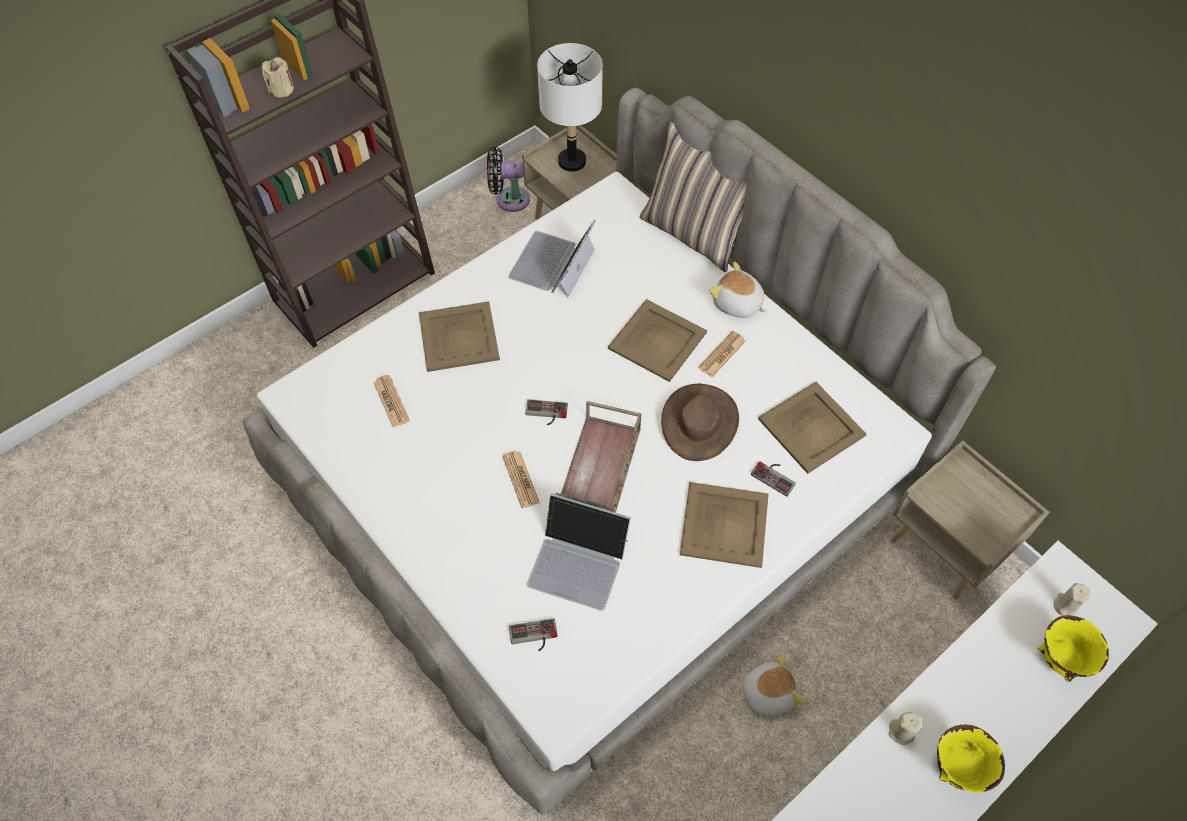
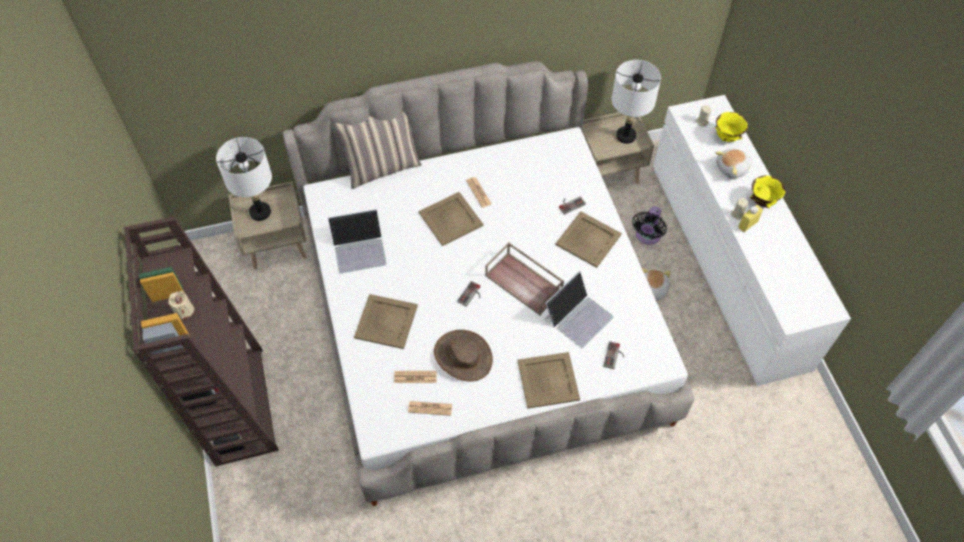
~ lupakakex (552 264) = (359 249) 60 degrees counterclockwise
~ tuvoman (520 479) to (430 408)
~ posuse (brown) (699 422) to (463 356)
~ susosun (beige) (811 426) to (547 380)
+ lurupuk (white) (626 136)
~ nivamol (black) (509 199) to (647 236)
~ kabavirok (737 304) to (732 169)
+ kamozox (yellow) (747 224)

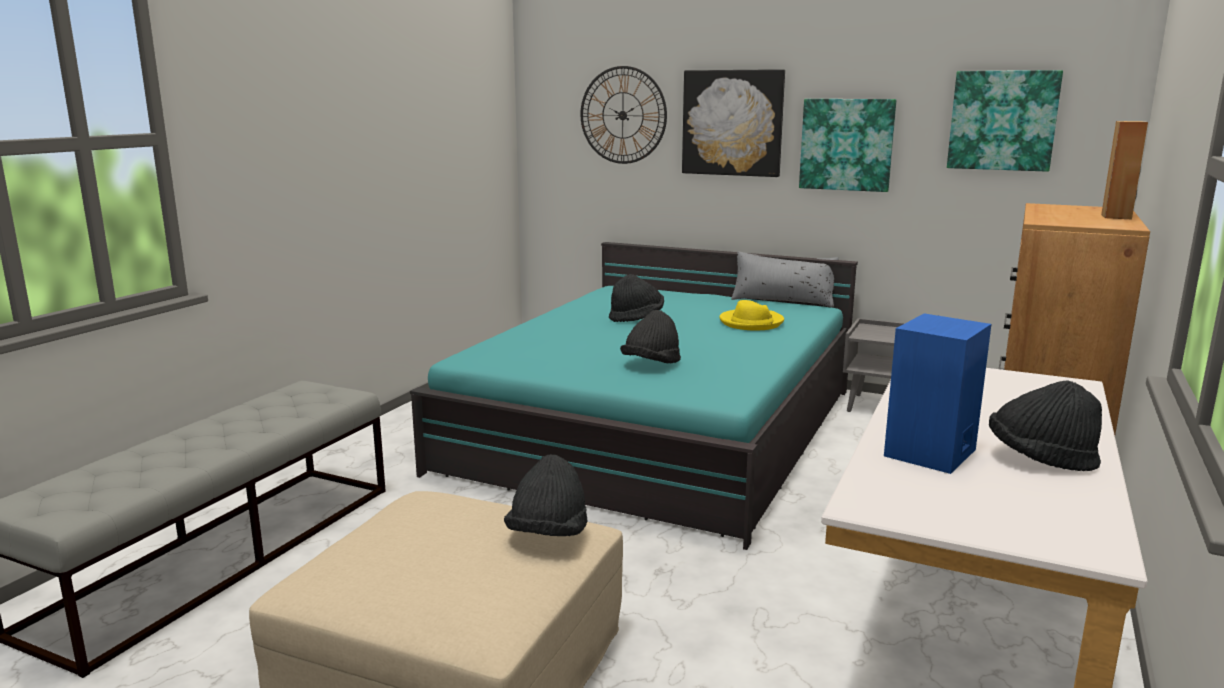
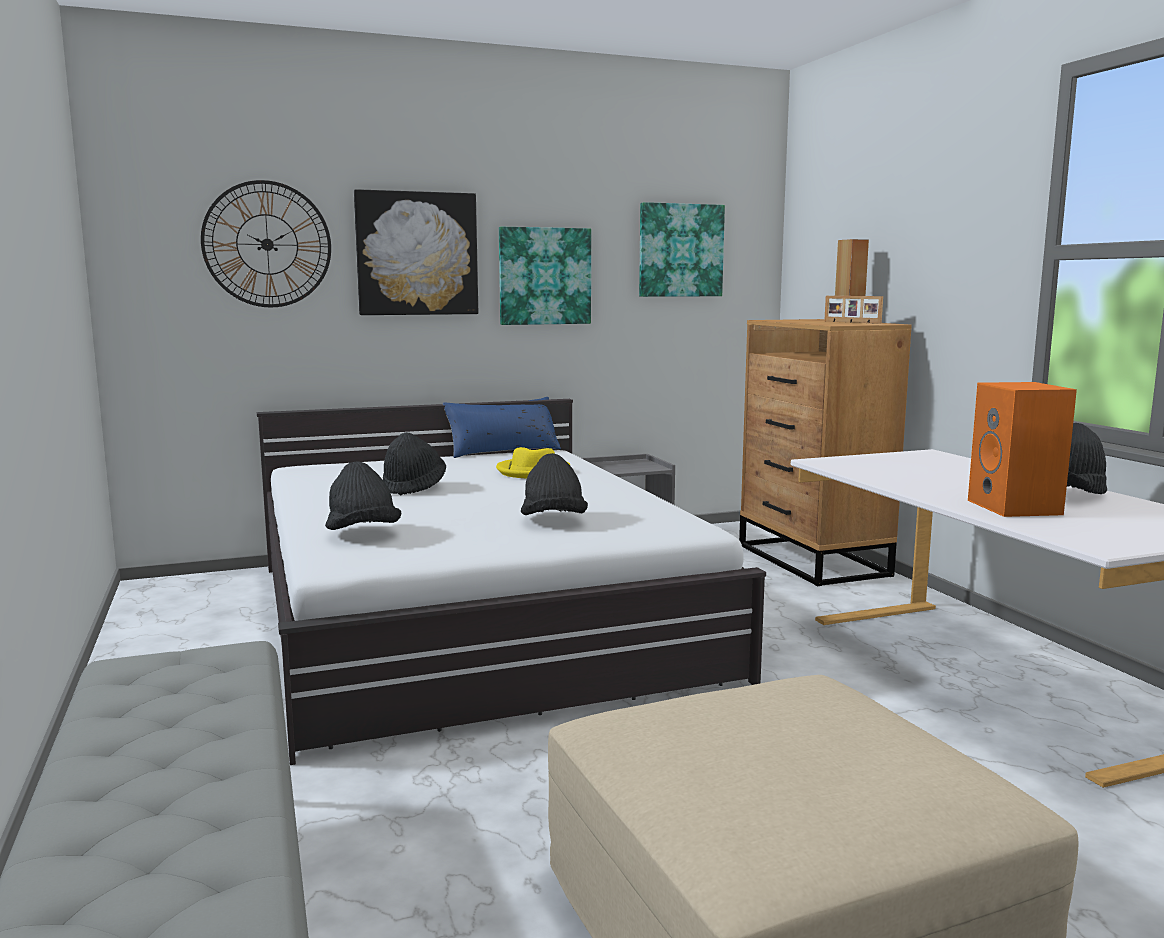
~ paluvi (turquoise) (659 428) to paluvi (white) (472 617)
~ posuse (black) (548 534) to (362 533)
~ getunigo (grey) (783 300) to getunigo (blue) (503 451)
+ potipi (851 322)
~ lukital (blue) (931 454) to lukital (orange) (1017 508)

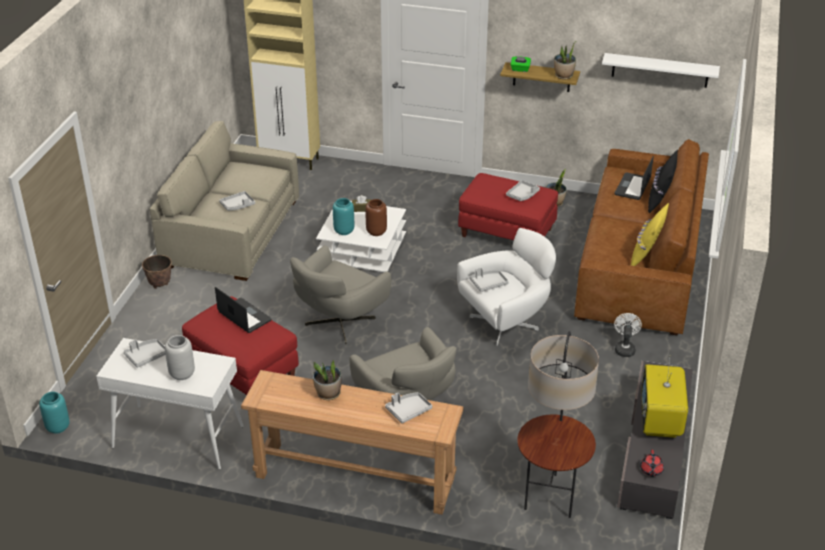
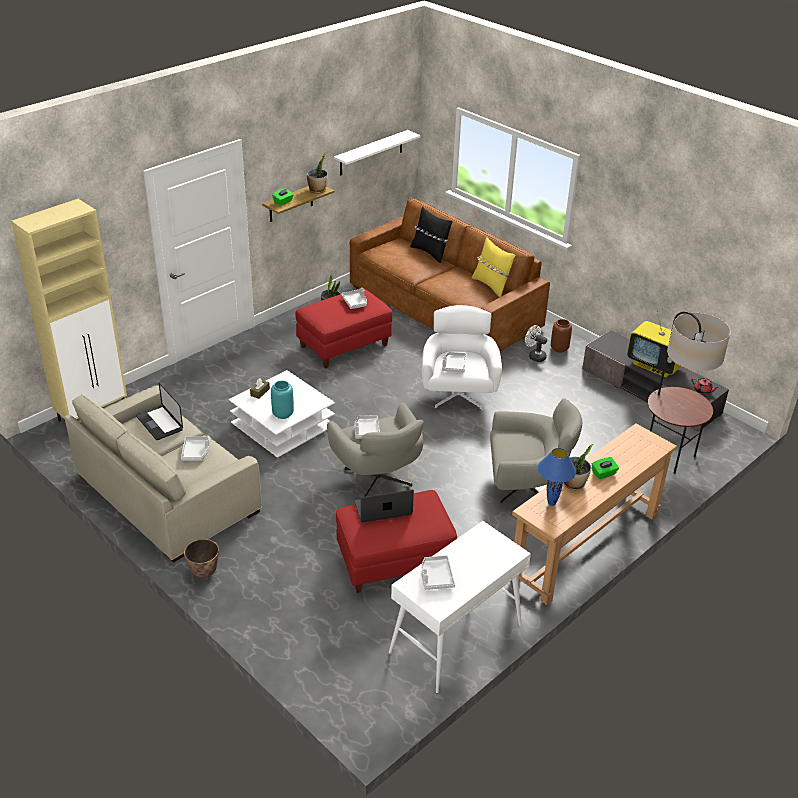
~ lupakakex (632 187) to (159 423)
~ susosun (grey) (408 411) to (366 431)
+ lurupuk (blue) (552 503)
~ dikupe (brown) (376 232) to (559 348)
+ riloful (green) (603 474)
- dikupe (turquoise) (58 427)
- dikupe (grey) (182 373)

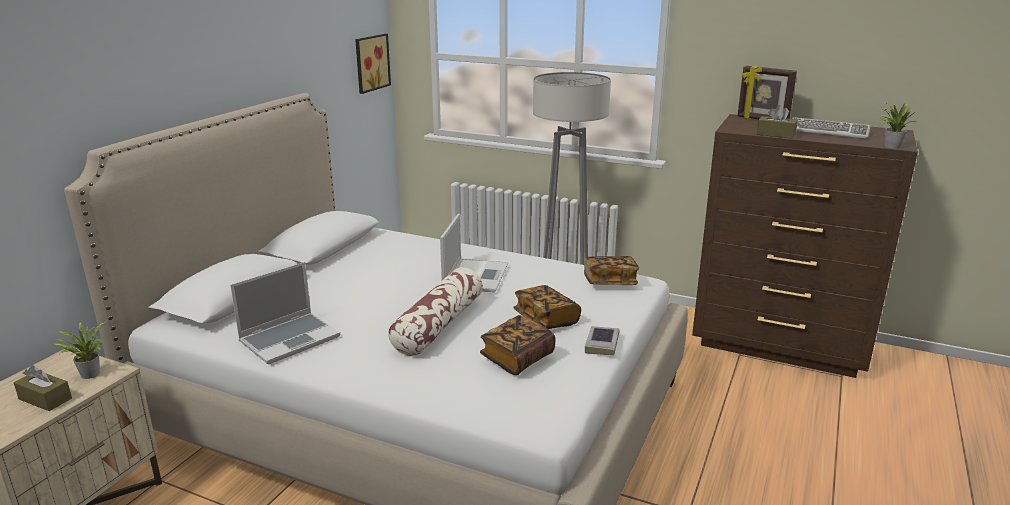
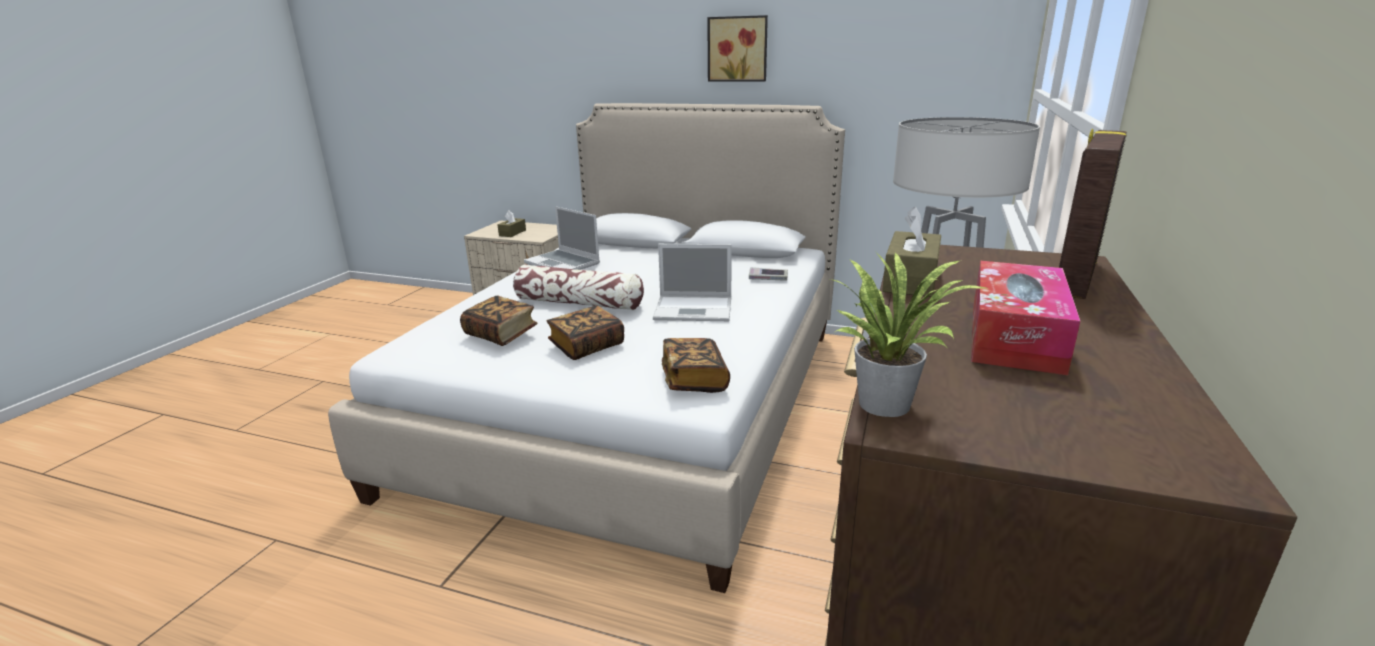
~ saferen (370 63) to (738 49)
~ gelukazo (602 344) to (768 278)
~ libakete (828 131) to riloful (1015 336)
- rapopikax (88 373)

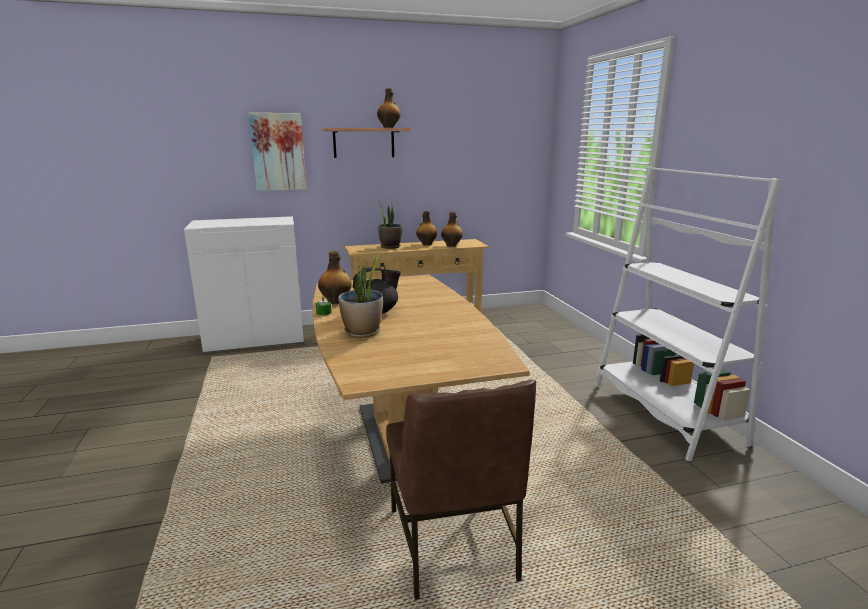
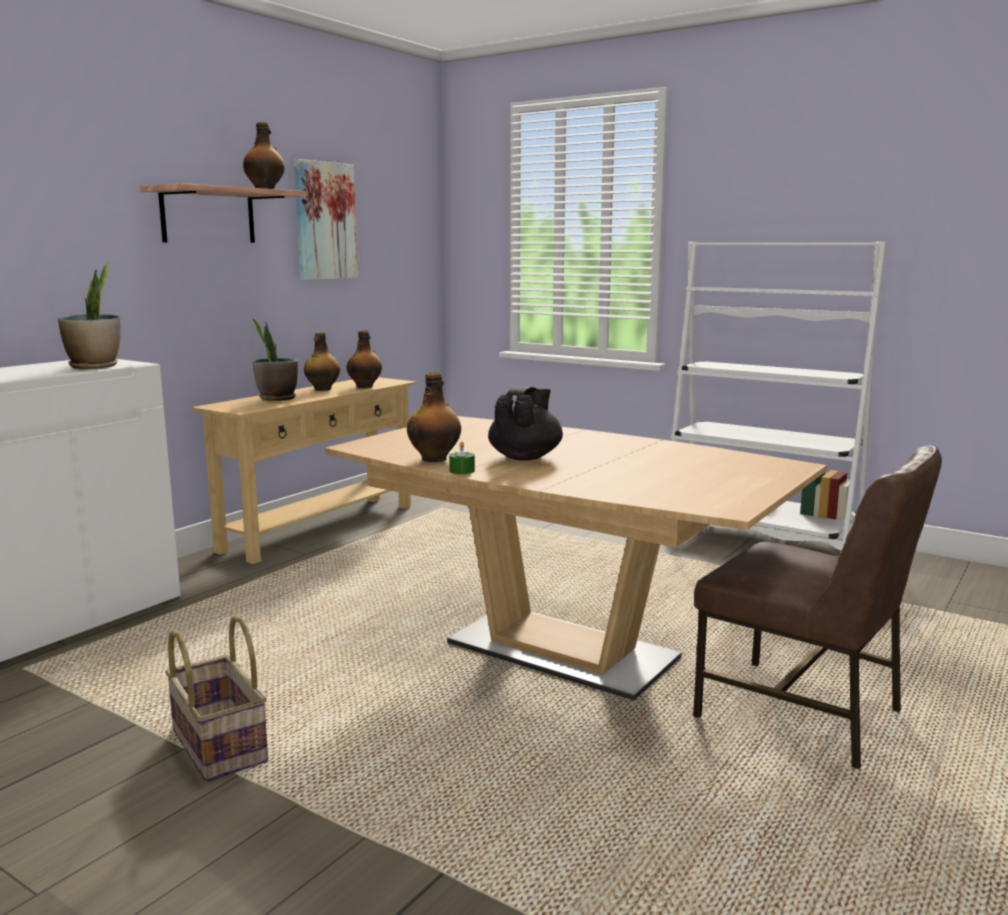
~ rapopikax (362 332) to (95 366)
+ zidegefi (217 746)
~ saferen (278 152) to (324 221)

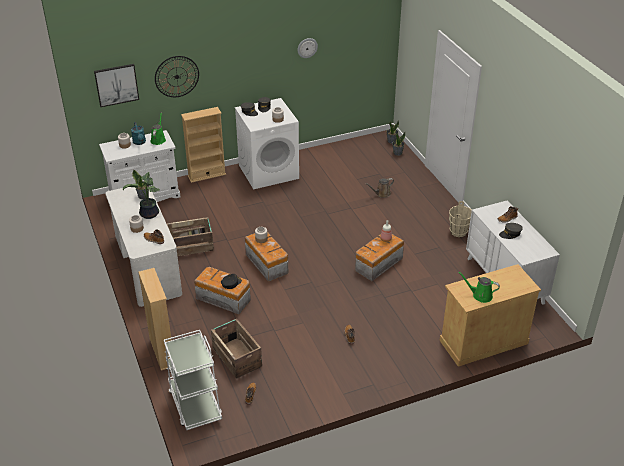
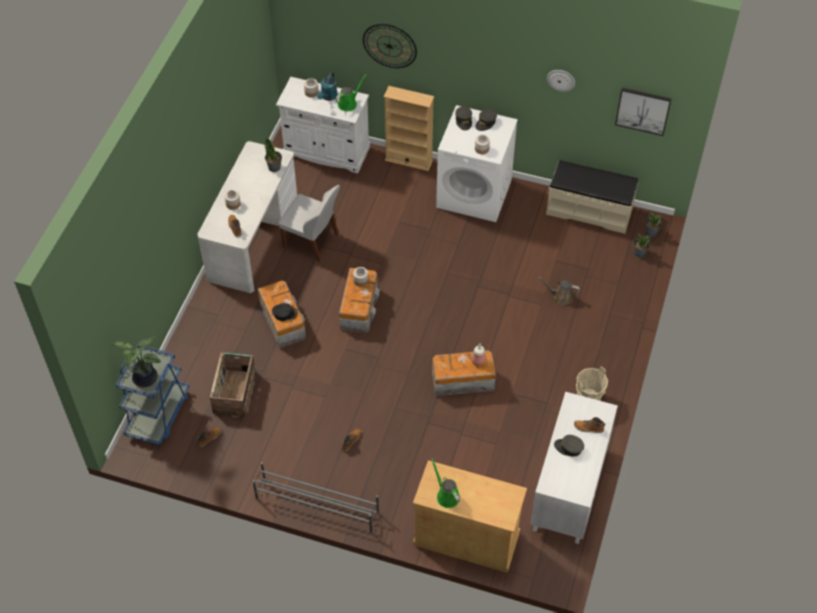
~ rapopikax (148 214) to (143 379)
~ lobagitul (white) (195 404) to lobagitul (blue) (158 414)
+ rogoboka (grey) (316 505)
~ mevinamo (191 246) to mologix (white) (312 241)
+ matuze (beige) (589 210)
~ saferen (116 85) to (643 110)
- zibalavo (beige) (162 352)

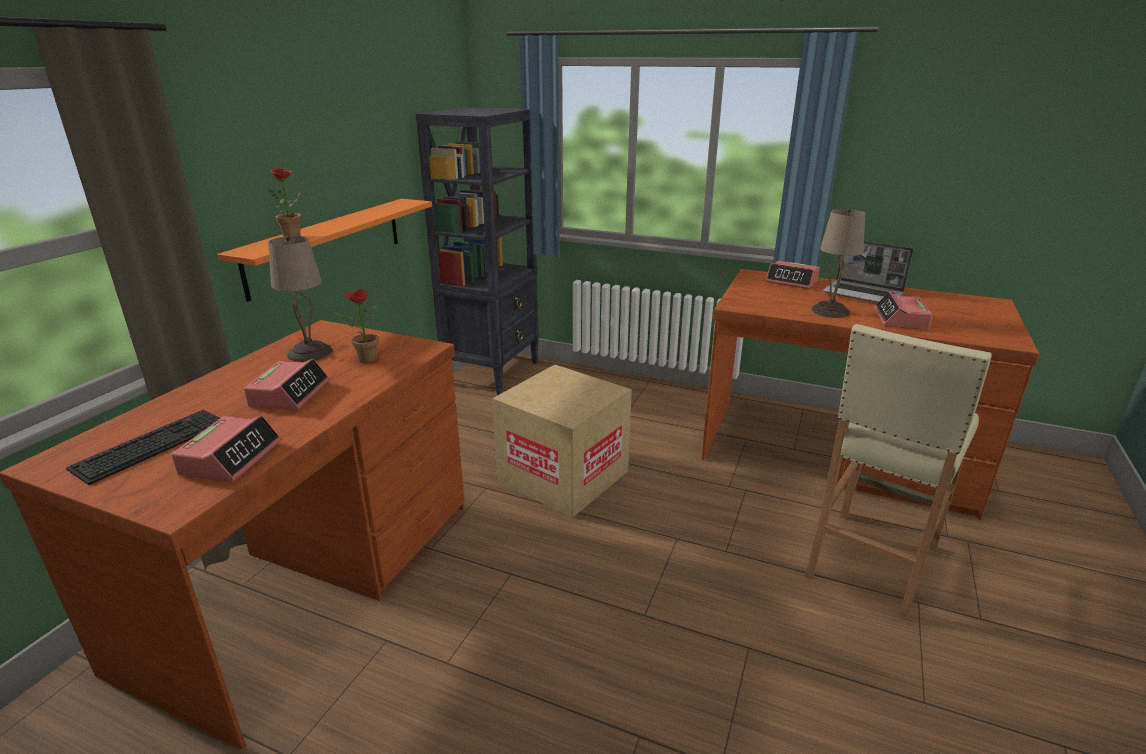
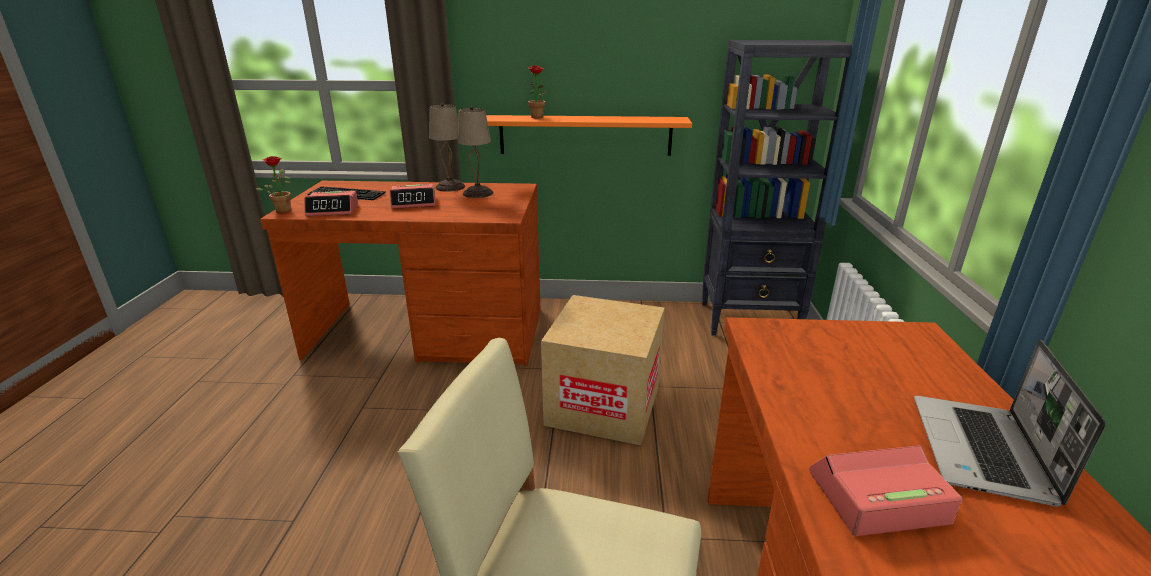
~ rapopikax (363 360) to (283 210)
~ lurupuk (beige) (830 311) to (449 187)
- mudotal (792 281)

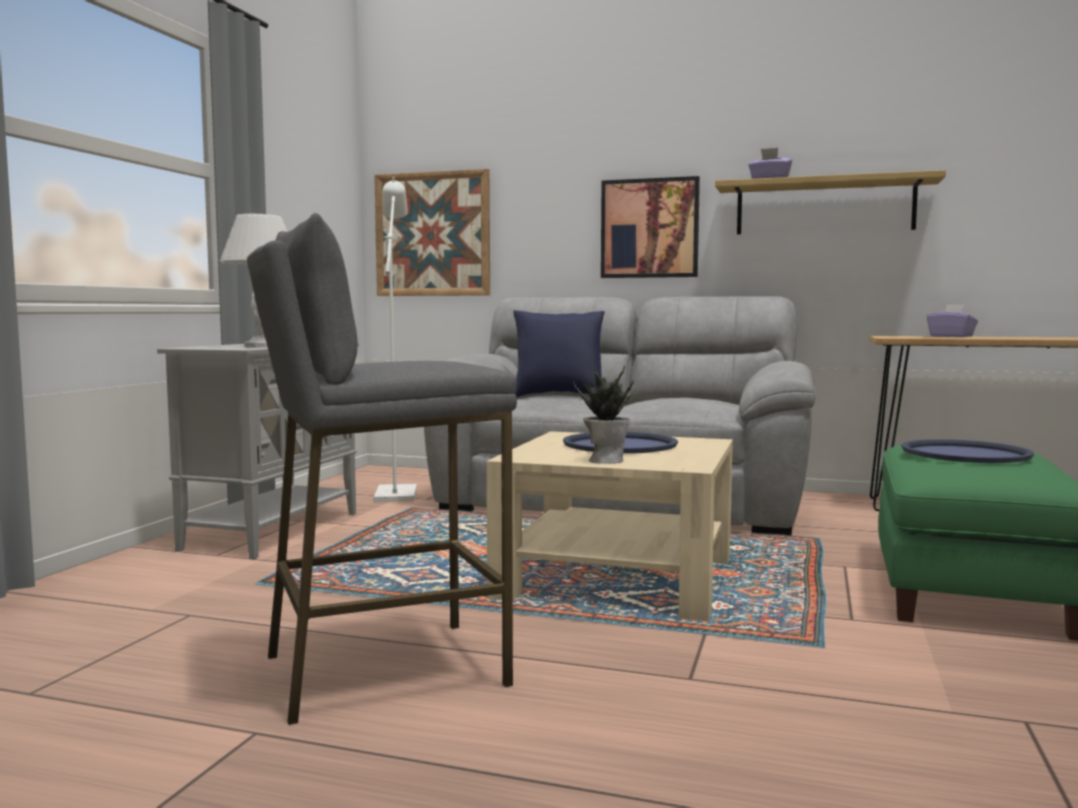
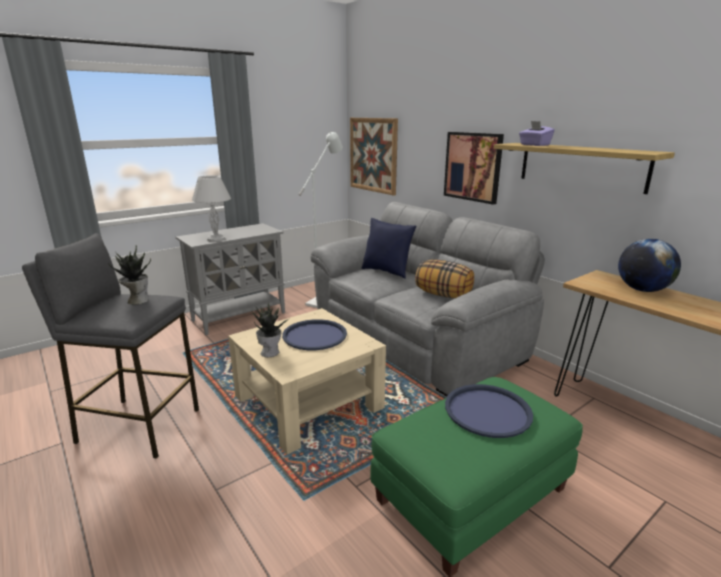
+ rapopikax (137 300)
+ getunigo (443 295)
~ riloful (purple) (951 336) to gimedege (642 290)

